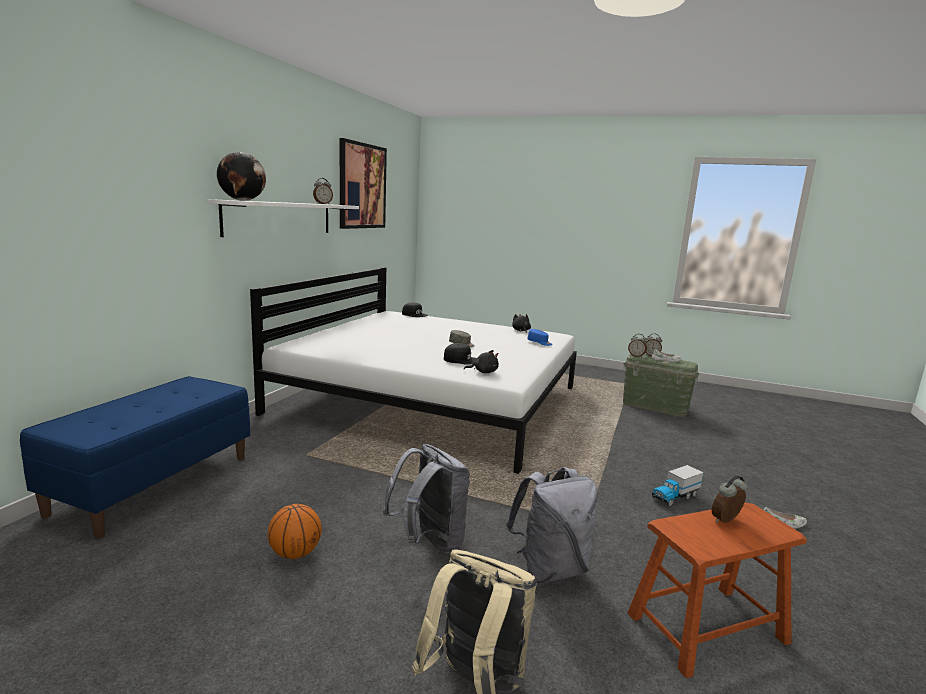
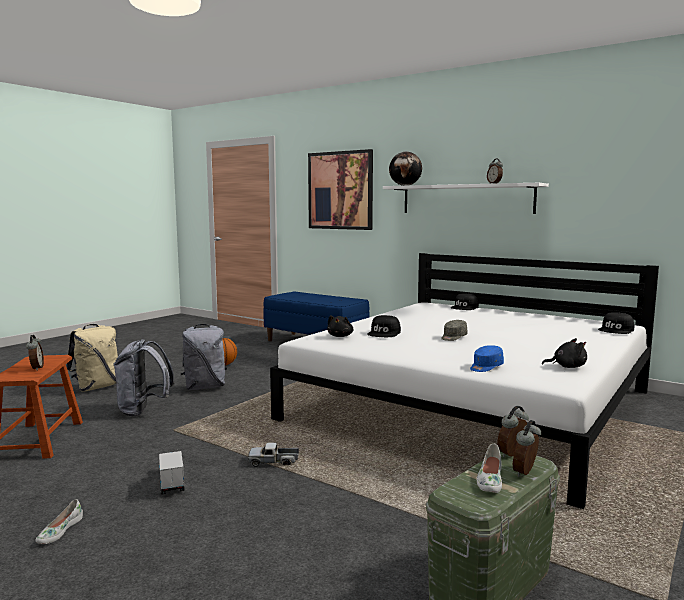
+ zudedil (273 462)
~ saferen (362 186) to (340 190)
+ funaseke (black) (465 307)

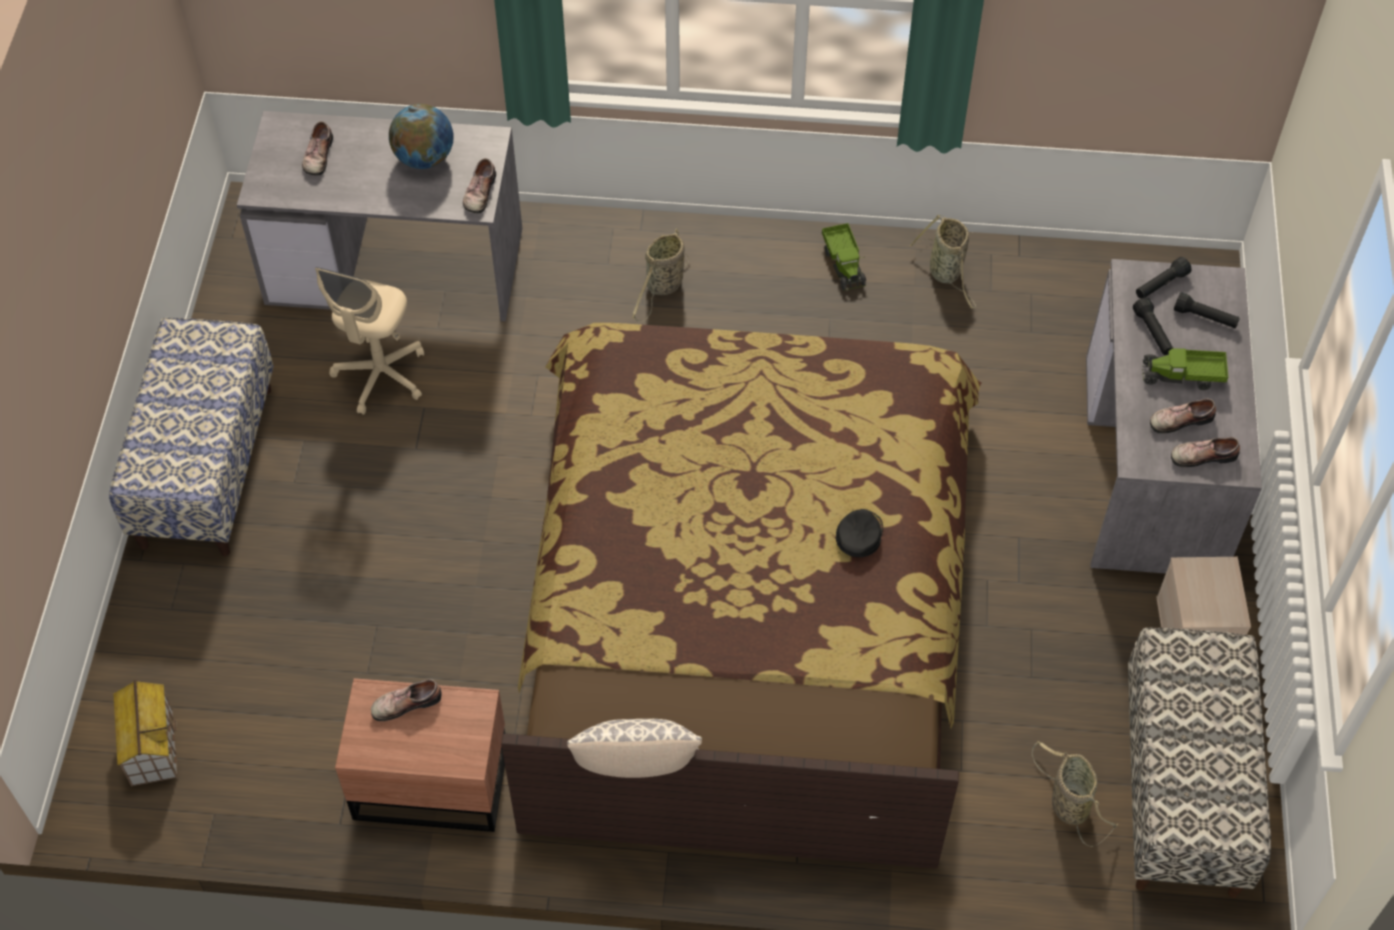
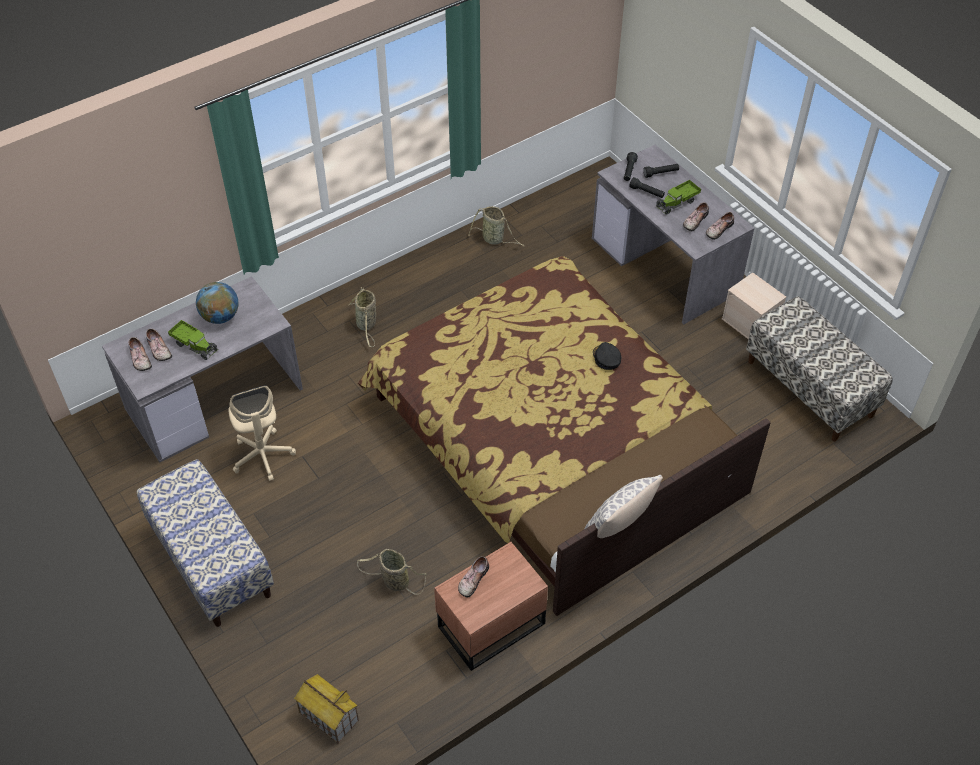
~ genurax (478 192) to (139 359)
~ zudedil (844 264) to (195 345)
~ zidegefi (1067 803) to (393 581)

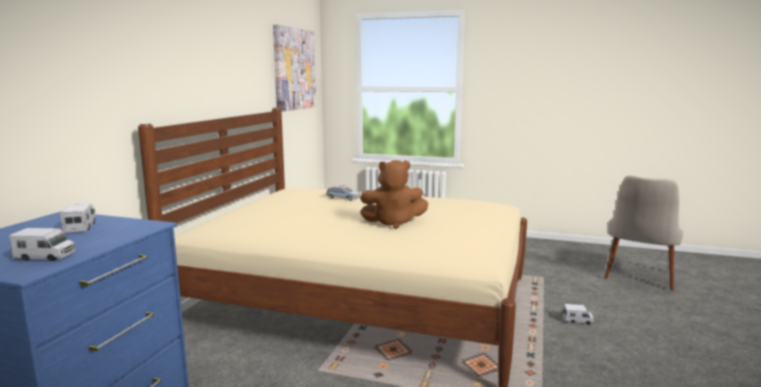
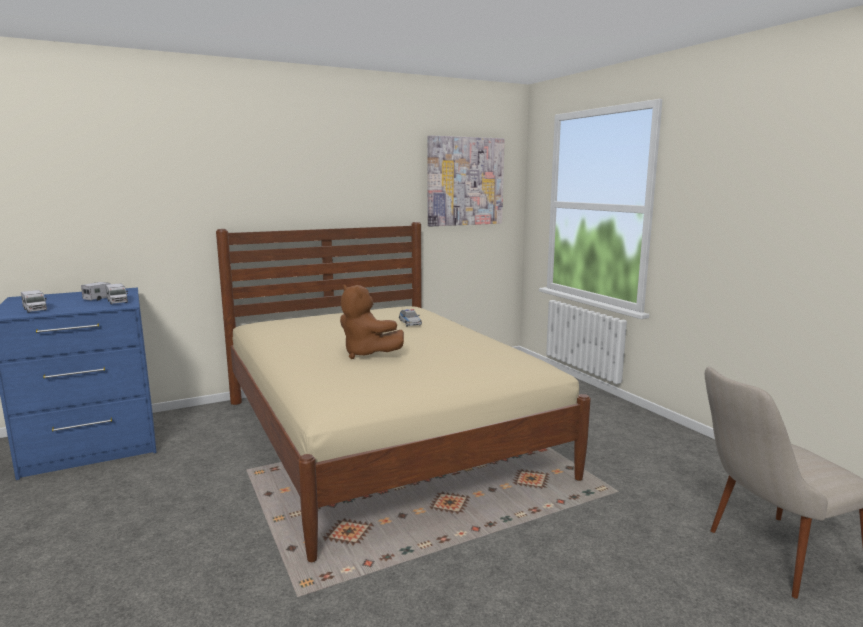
~ zudedil (578 320) to (117 302)

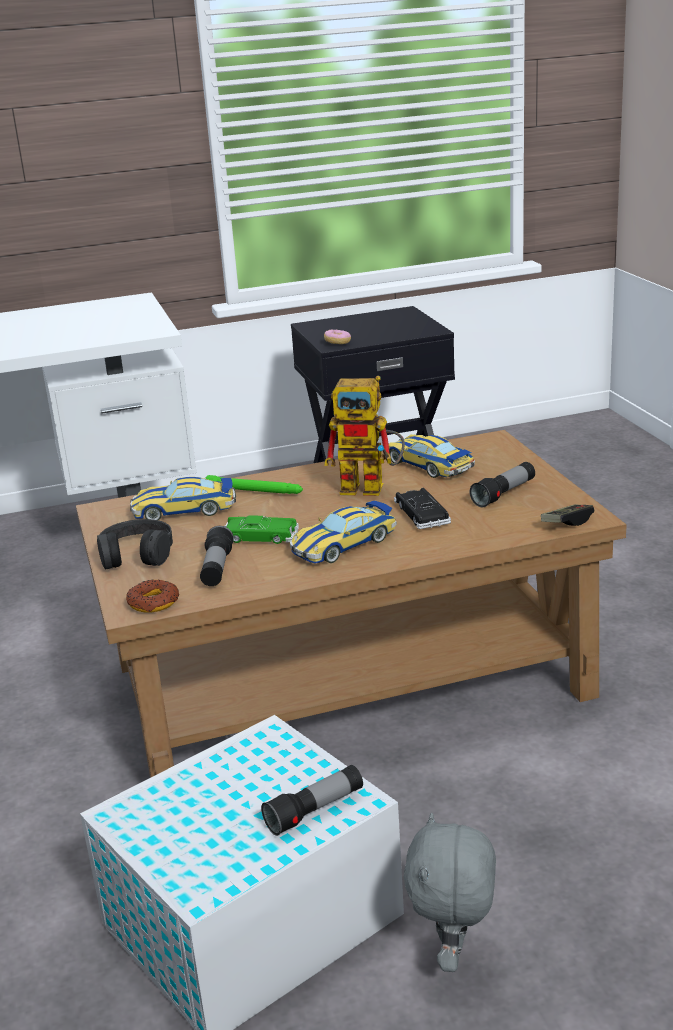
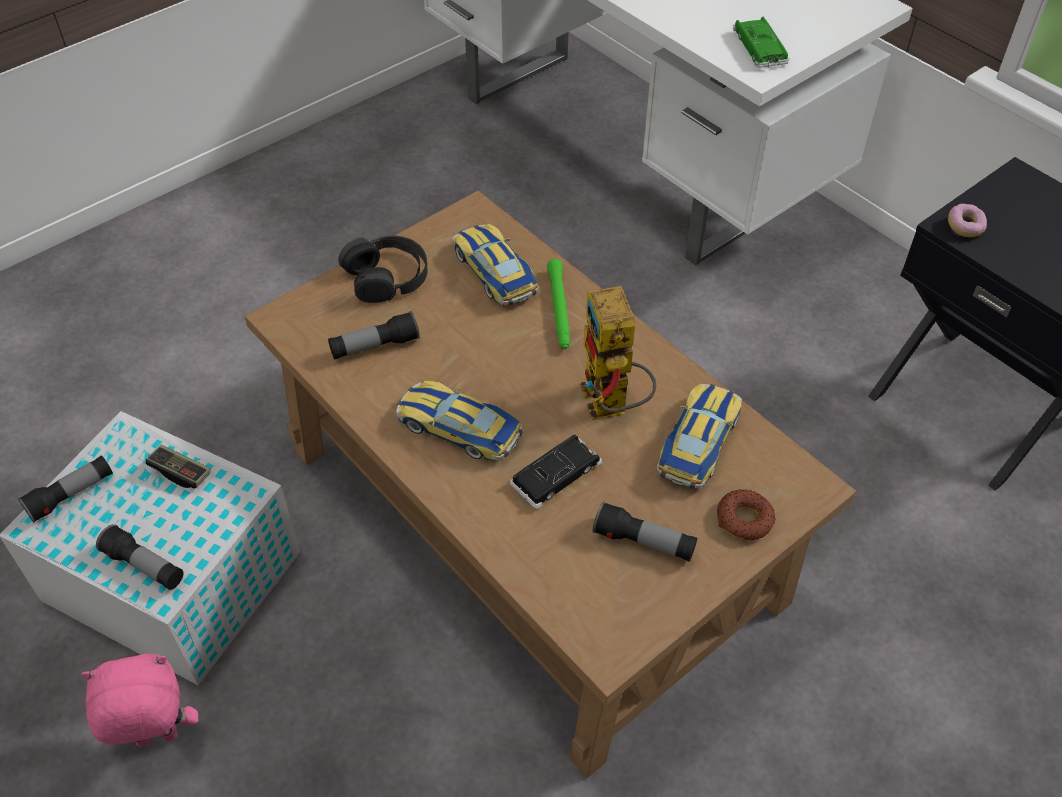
+ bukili (71 495)
~ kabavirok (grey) (454 955) to kabavirok (pink) (157 740)
~ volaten (567 523) to (180 472)
~ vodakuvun (153 602) to (744 519)
~ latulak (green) (259 536) to (759 48)

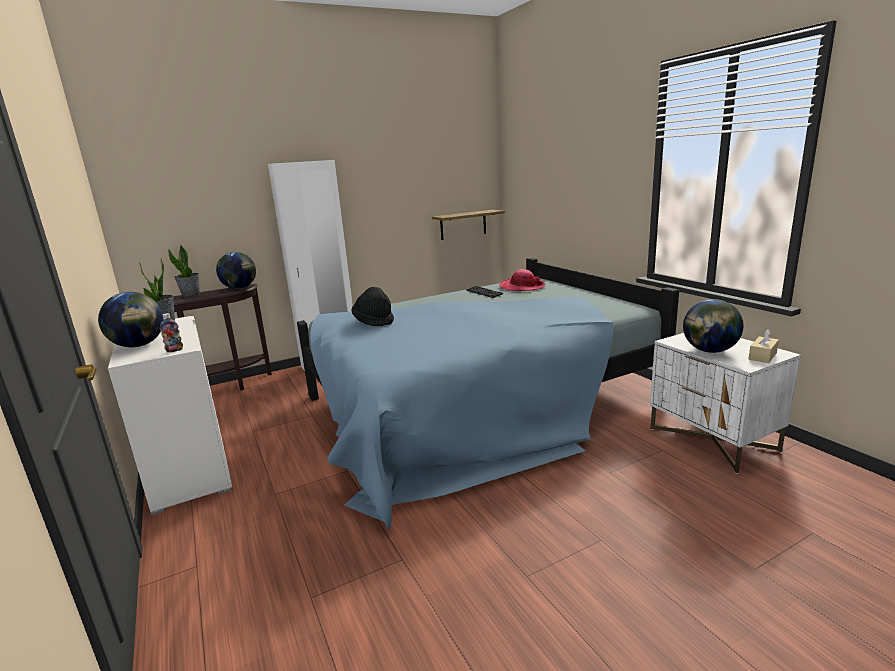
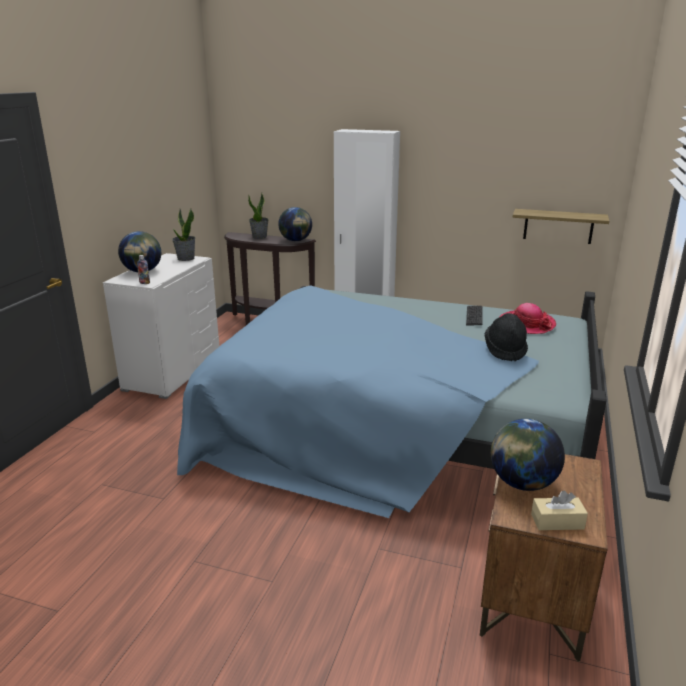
~ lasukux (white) (713 440) to lasukux (brown) (532 597)
~ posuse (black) (374 321) to (505 350)

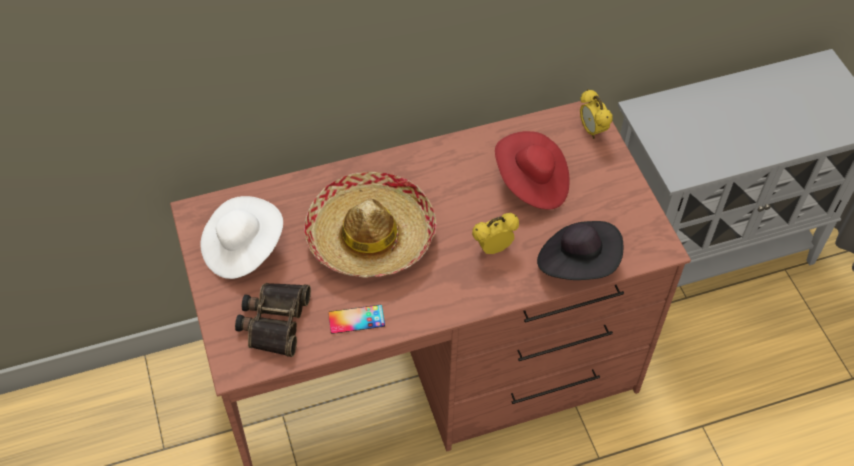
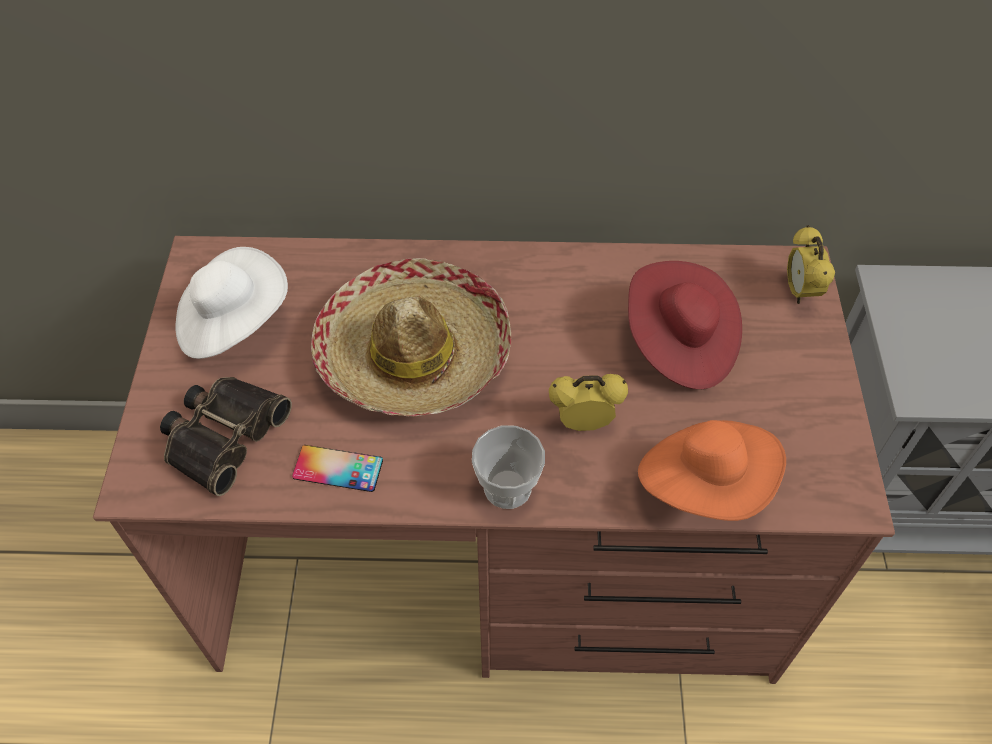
+ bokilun (507 487)
~ posuse (black) (578 263) to posuse (orange) (706 483)

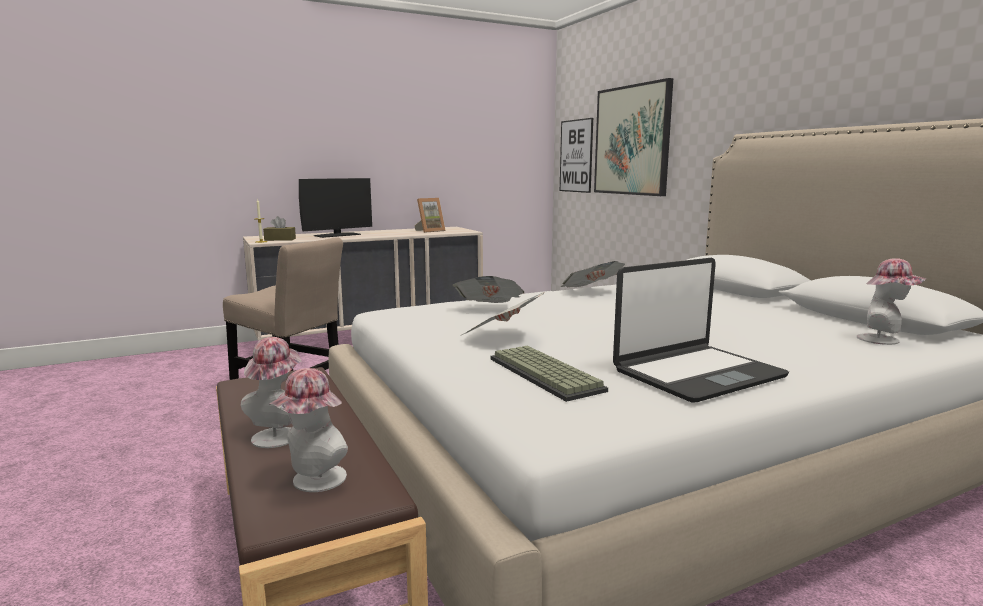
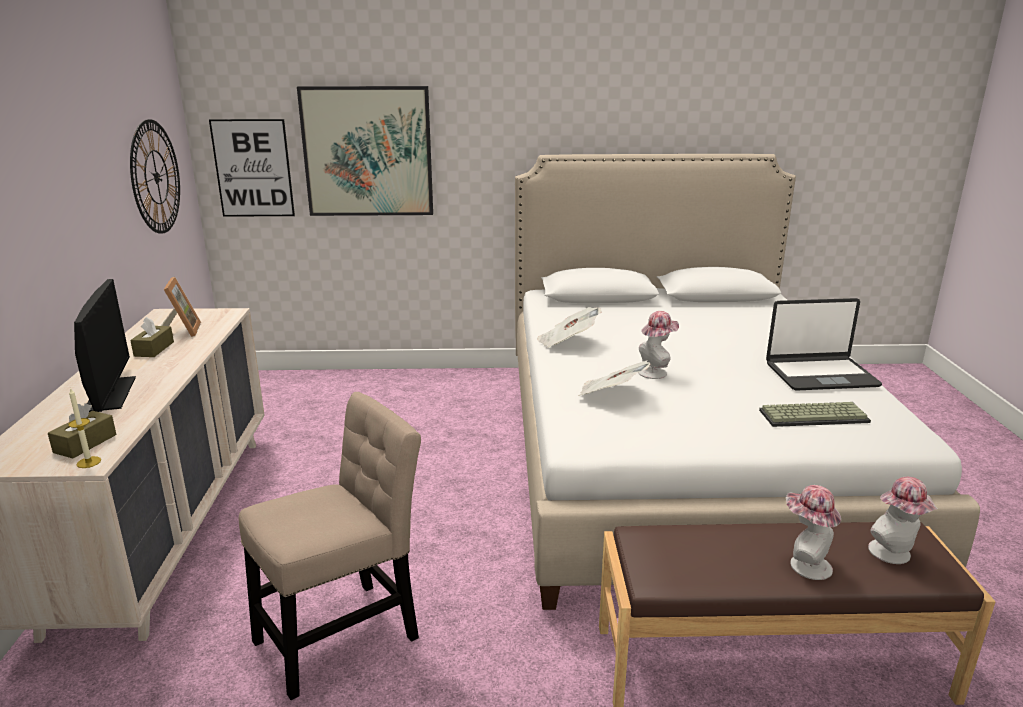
+ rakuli (156 177)
+ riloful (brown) (154 349)
~ posuse (884 340) to (655 372)
~ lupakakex (697 374) = (820 375) 90 degrees clockwise
- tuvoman (501 337)

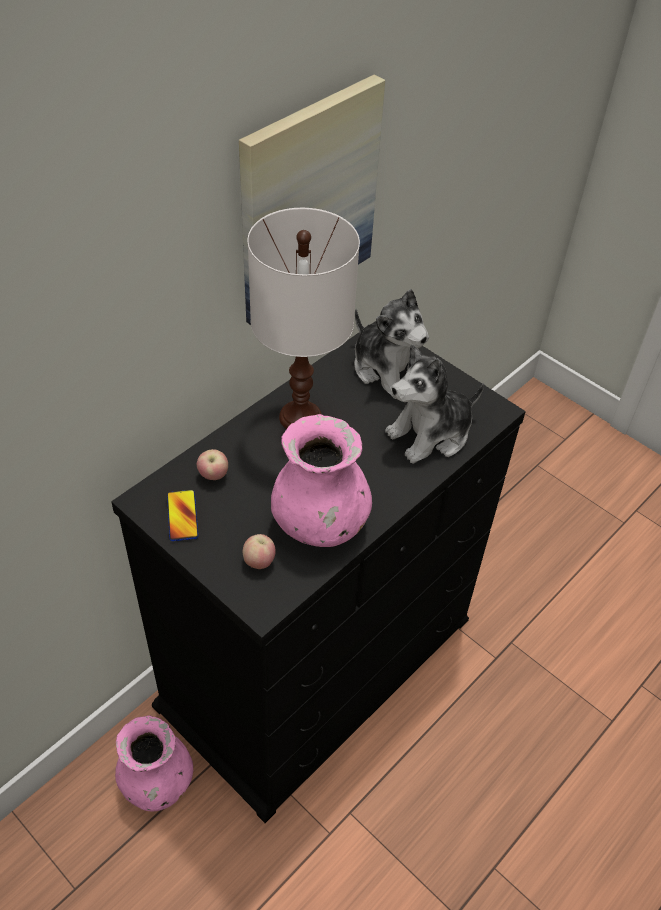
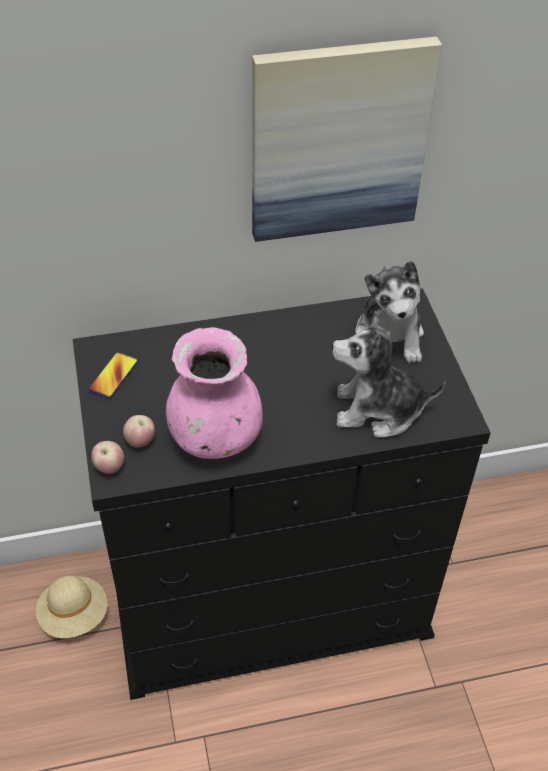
~ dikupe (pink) (157 782) to posuse (beige) (74 615)
~ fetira (213 475) to (109 467)
- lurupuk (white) (300 416)

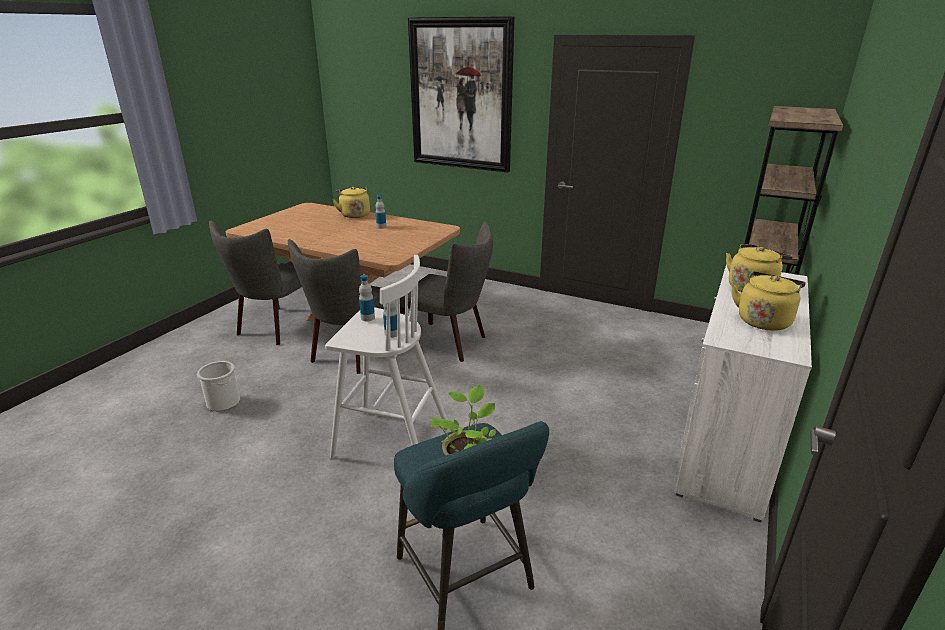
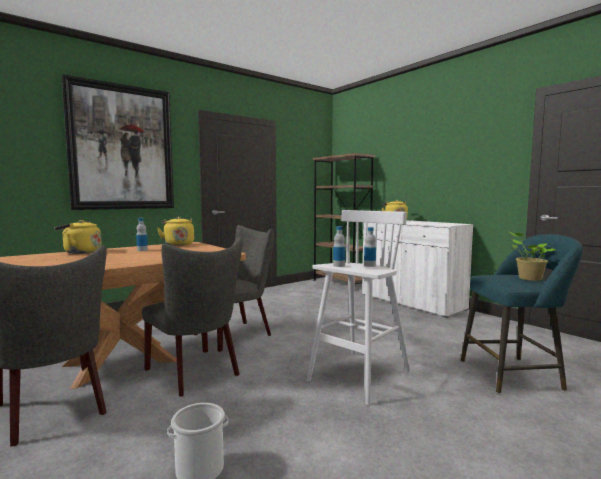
~ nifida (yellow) (763 320) to (178 244)

